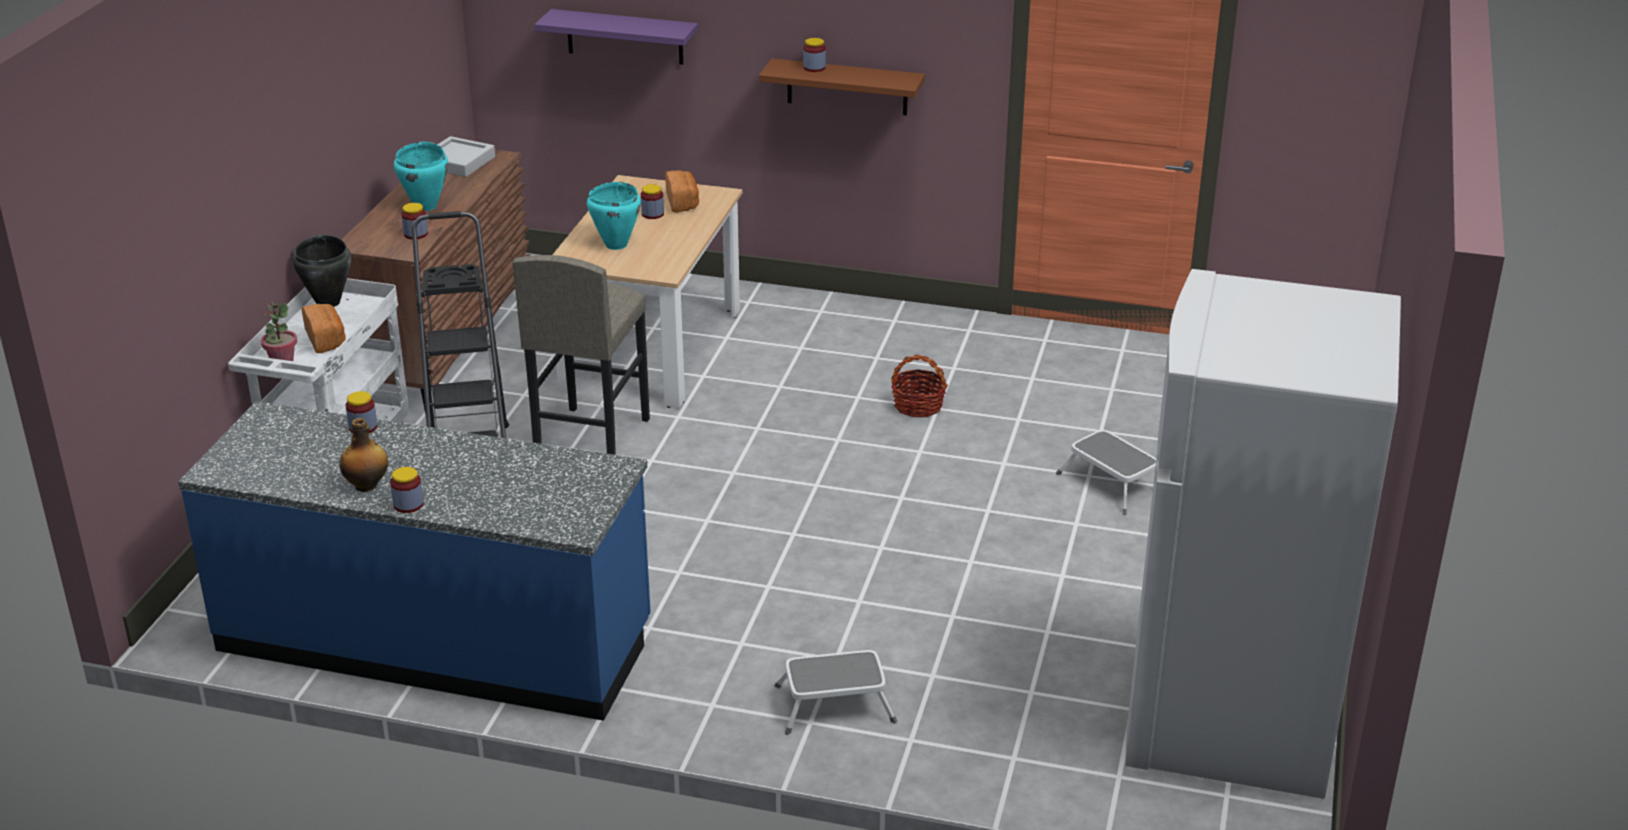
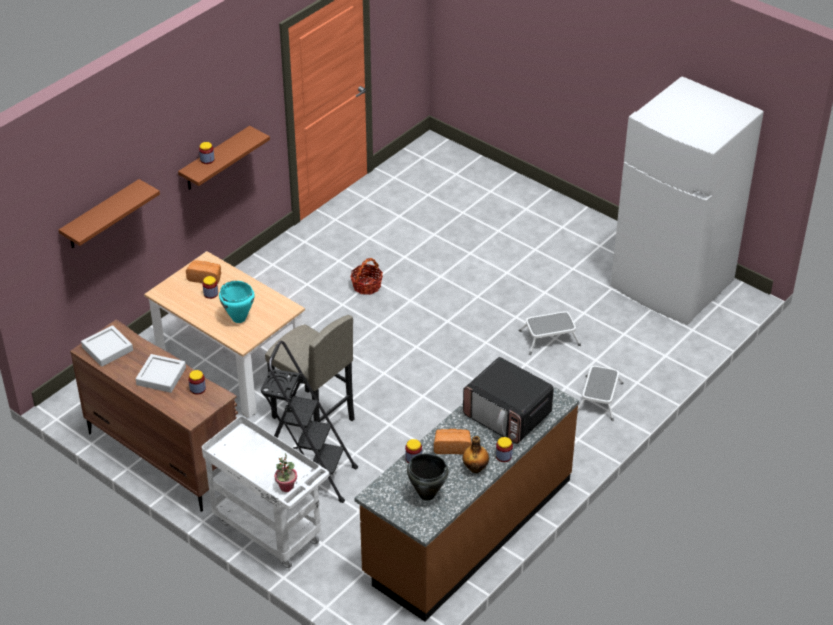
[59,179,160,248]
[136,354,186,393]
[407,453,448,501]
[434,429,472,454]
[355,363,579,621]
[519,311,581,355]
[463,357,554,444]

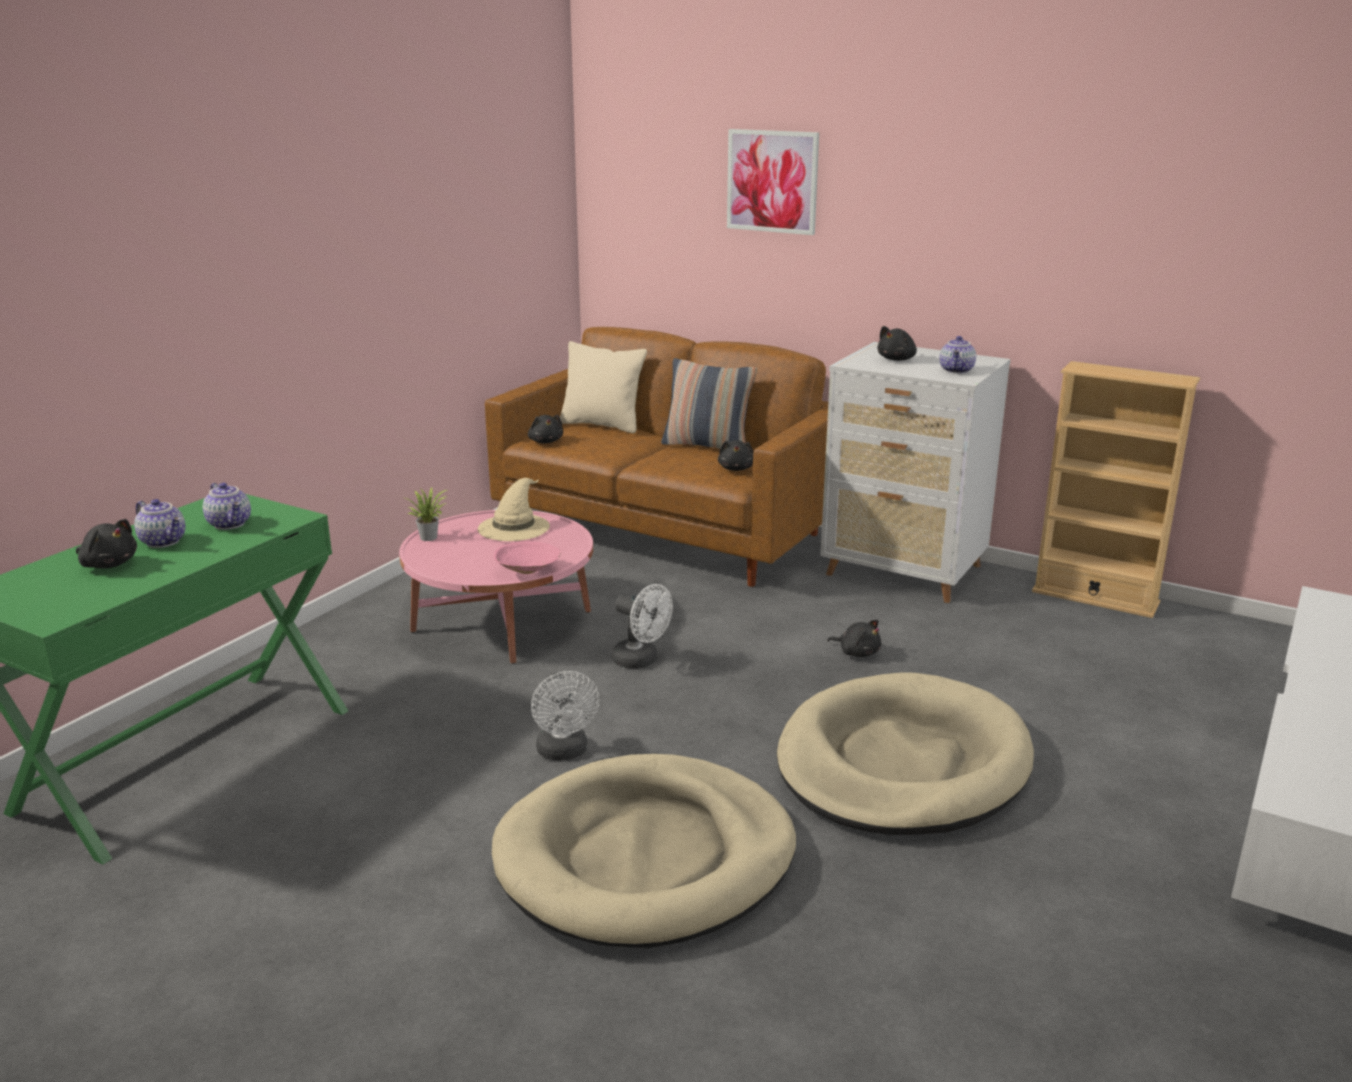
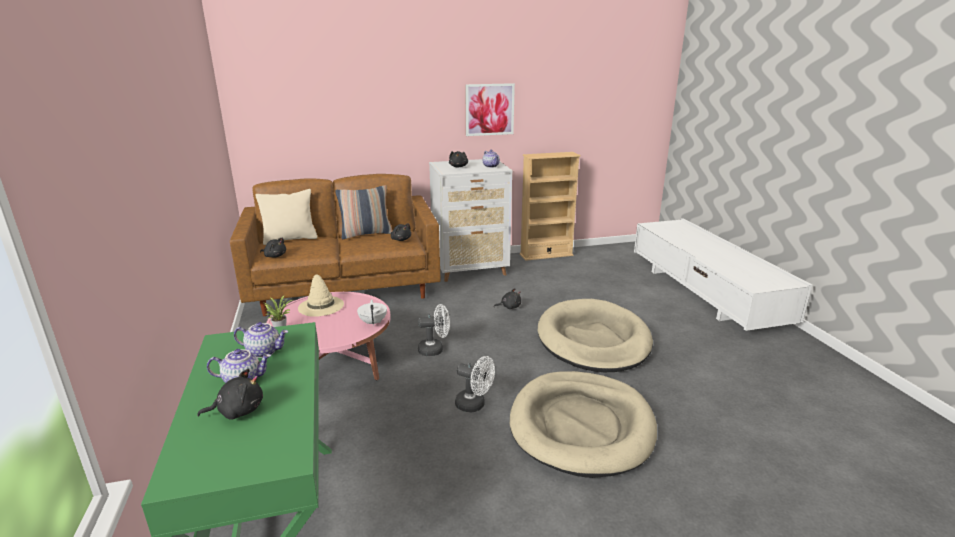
[465,83,515,136]
[357,299,387,326]

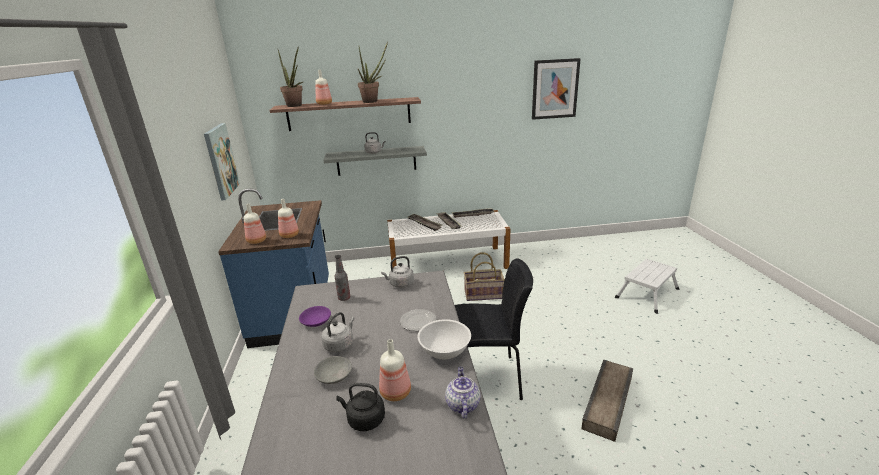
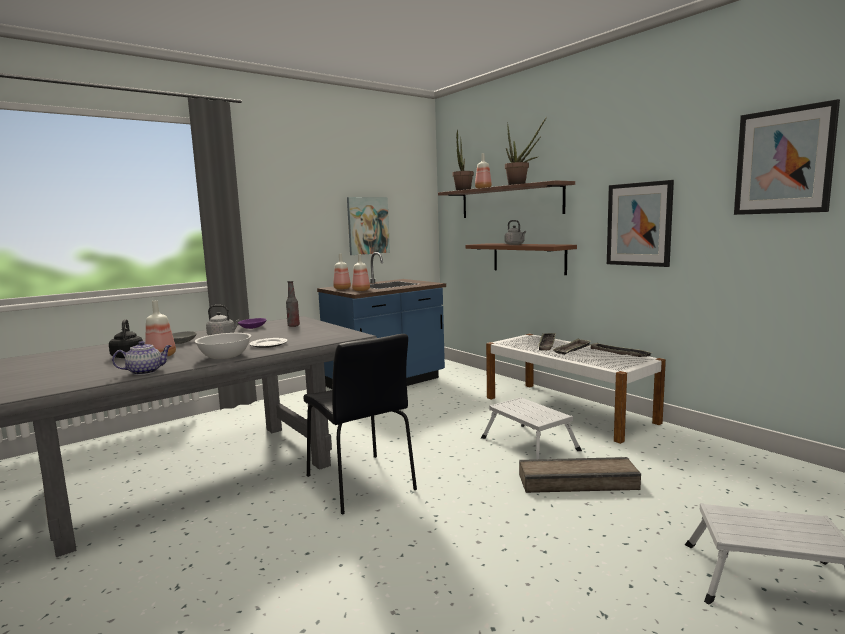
[466,243,577,275]
[481,397,582,459]
[381,256,414,288] (first image)
[519,457,641,493]
[607,180,674,267]

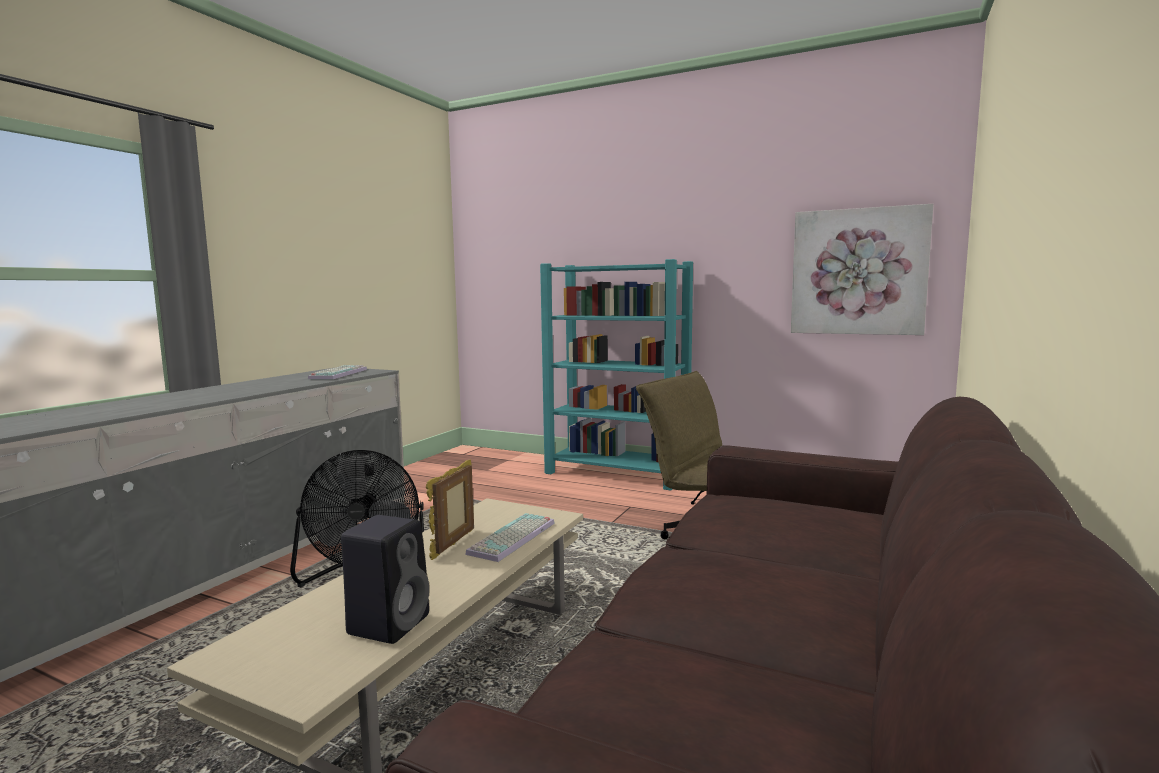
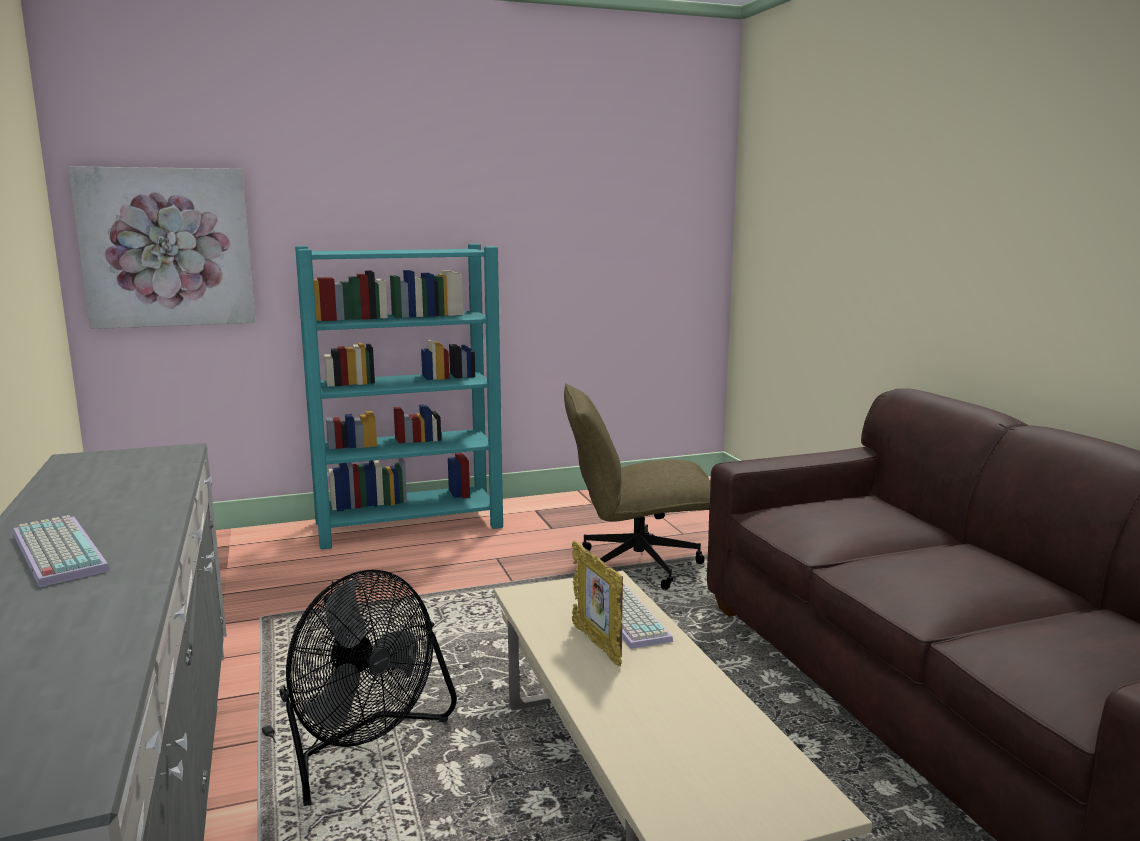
[68,166,255,329]
[13,515,110,587]
[341,515,429,644] (first image)

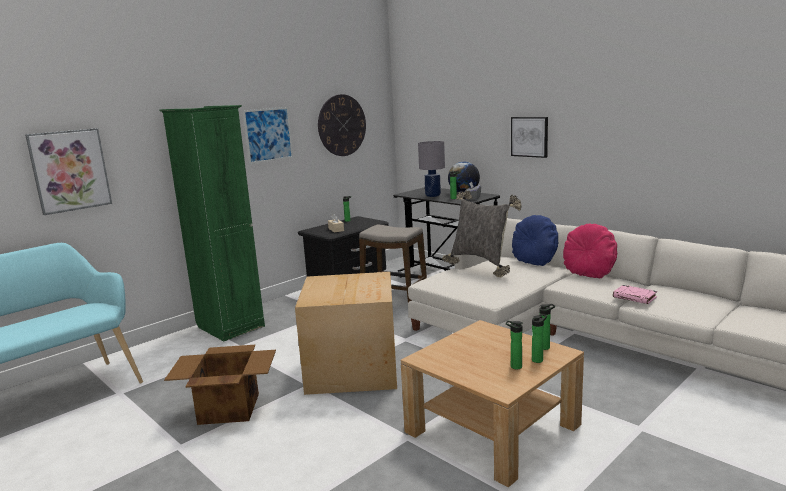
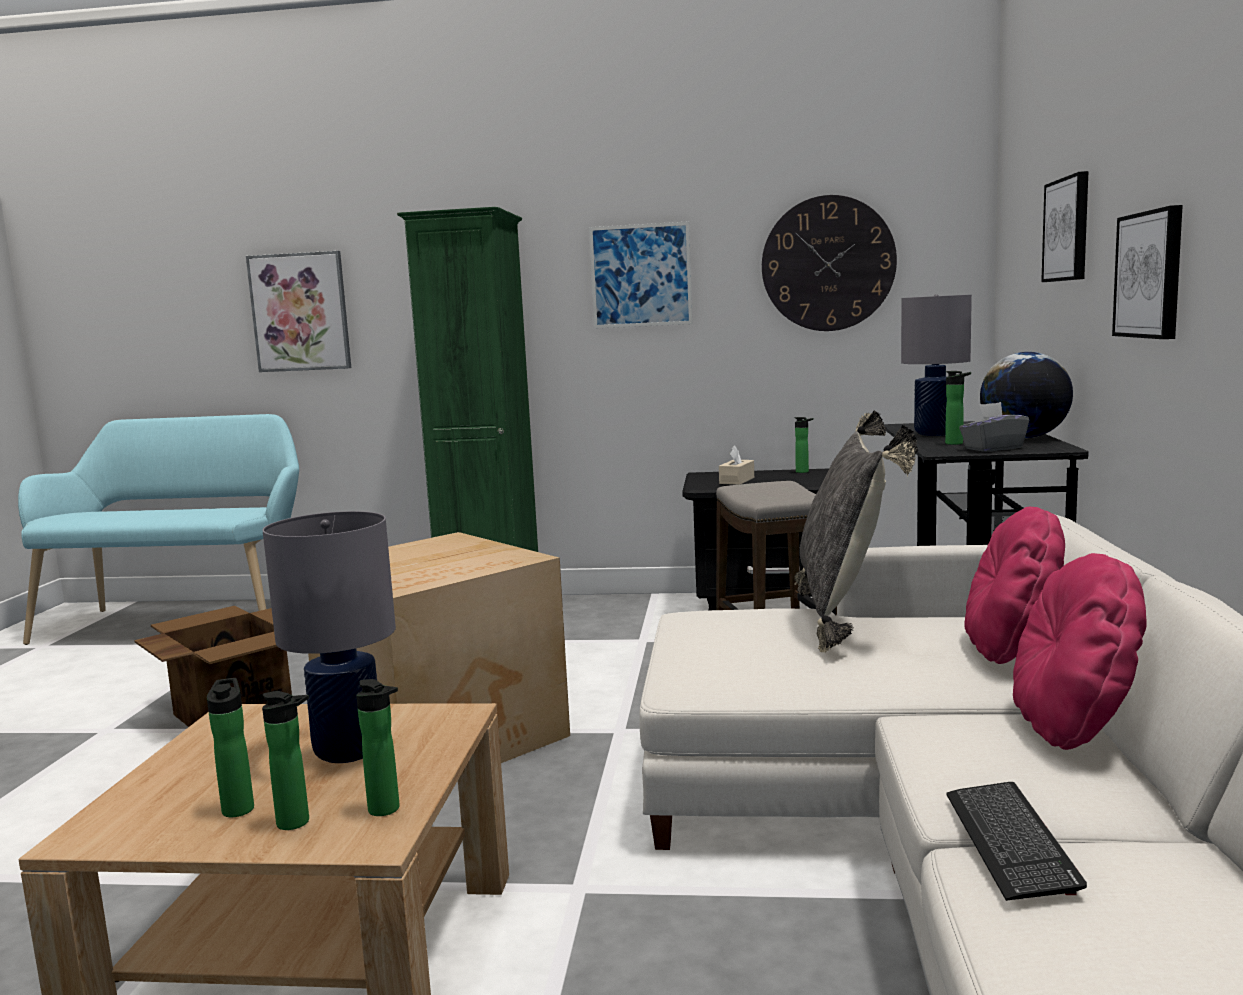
[964,507,1065,664]
[946,782,1087,901]
[1041,171,1088,282]
[262,511,396,763]

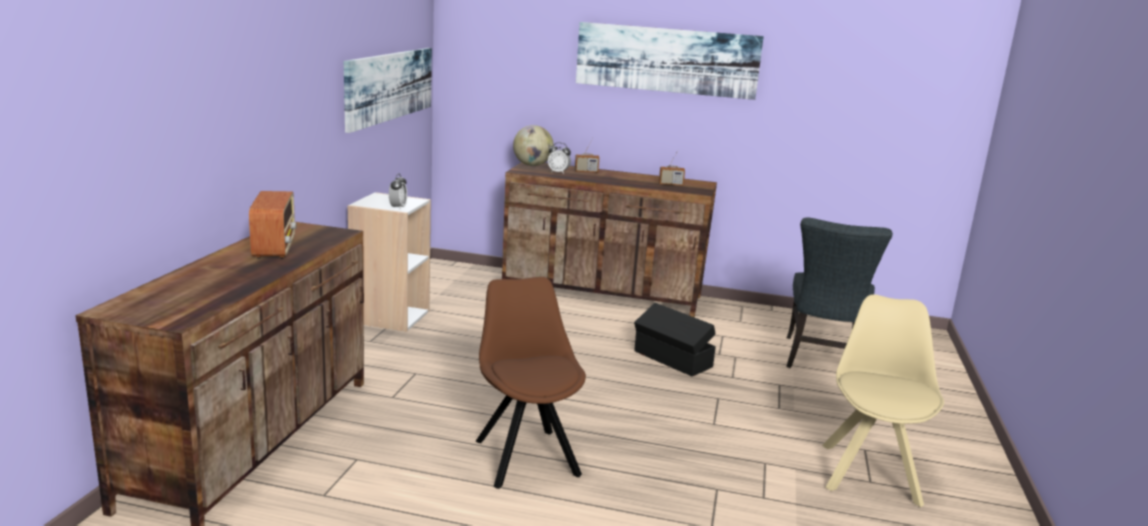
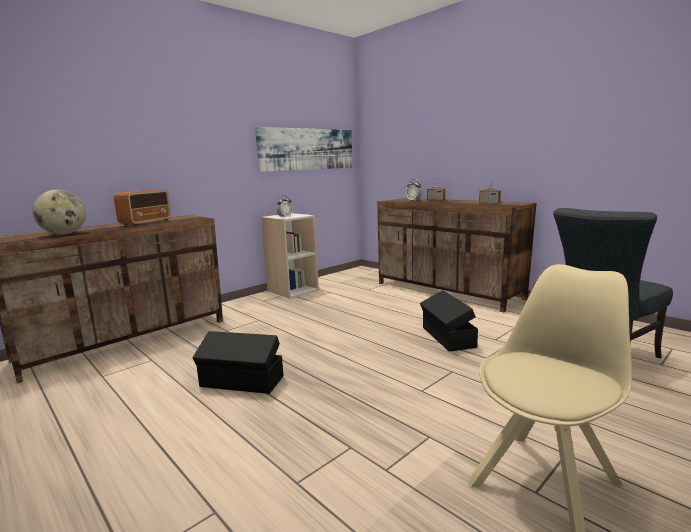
[576,22,764,100] (first image)
[32,190,86,235]
[193,331,283,394]

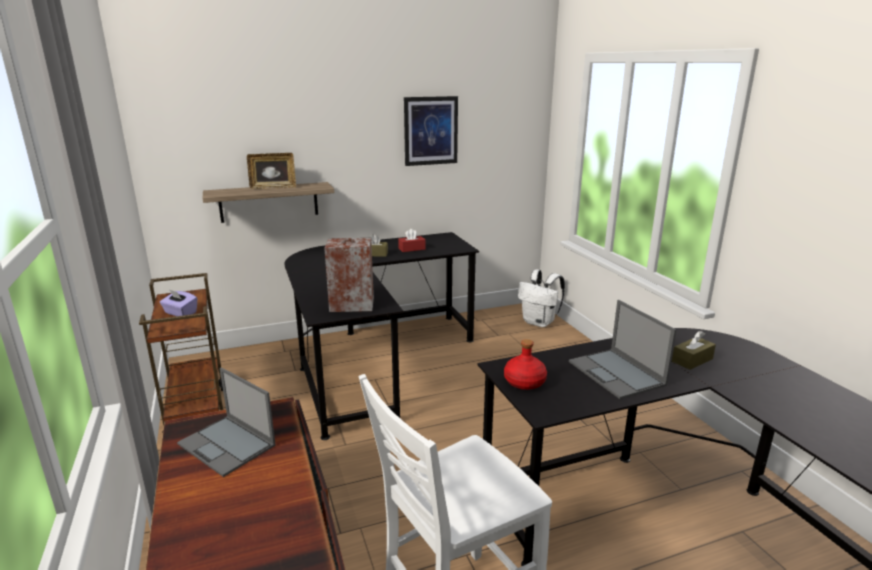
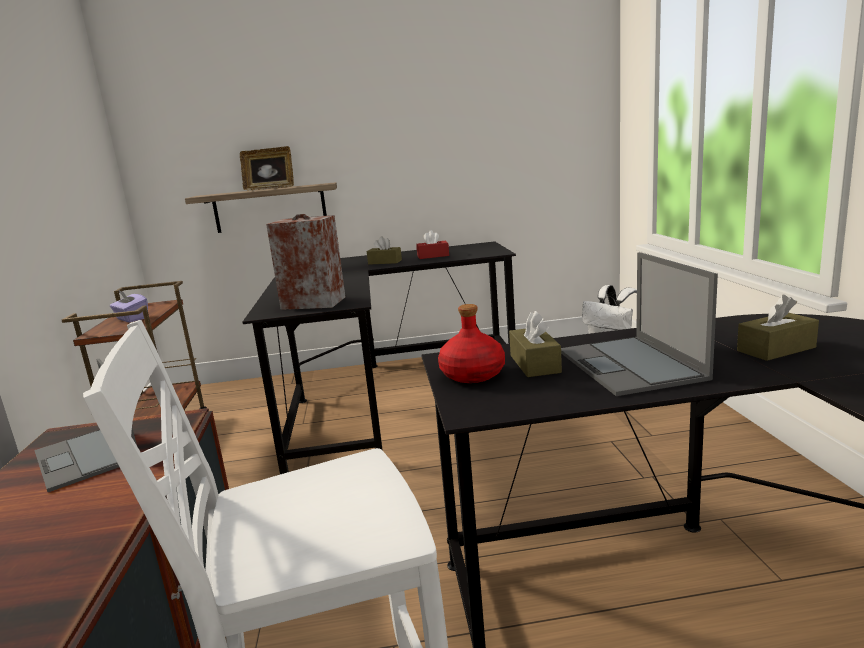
[404,96,458,166] (first image)
[509,311,562,377]

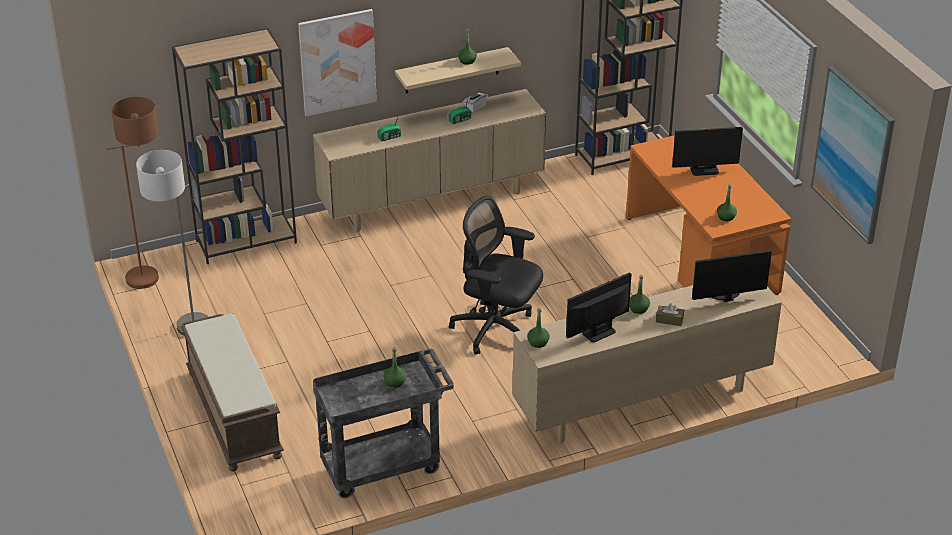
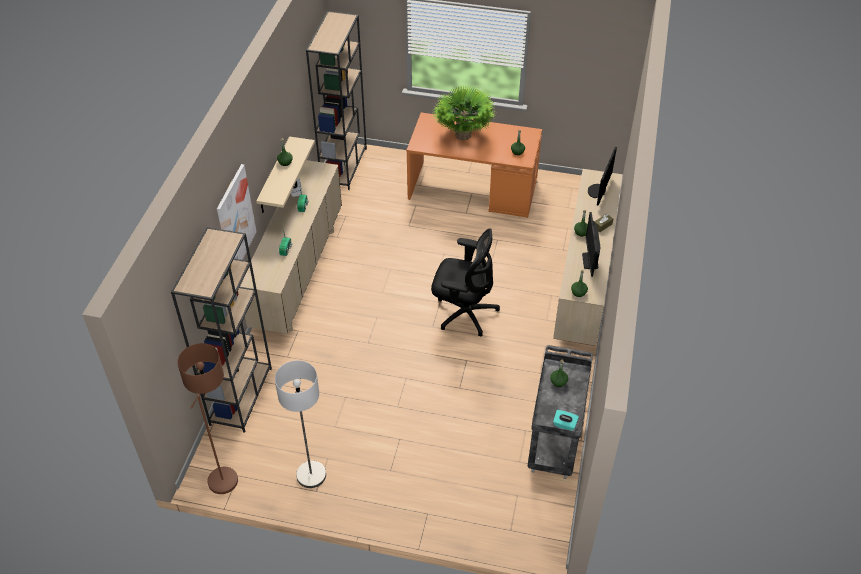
[811,66,895,245] (first image)
[432,85,496,140]
[431,228,500,336]
[181,313,284,472] (first image)
[553,410,579,431]

